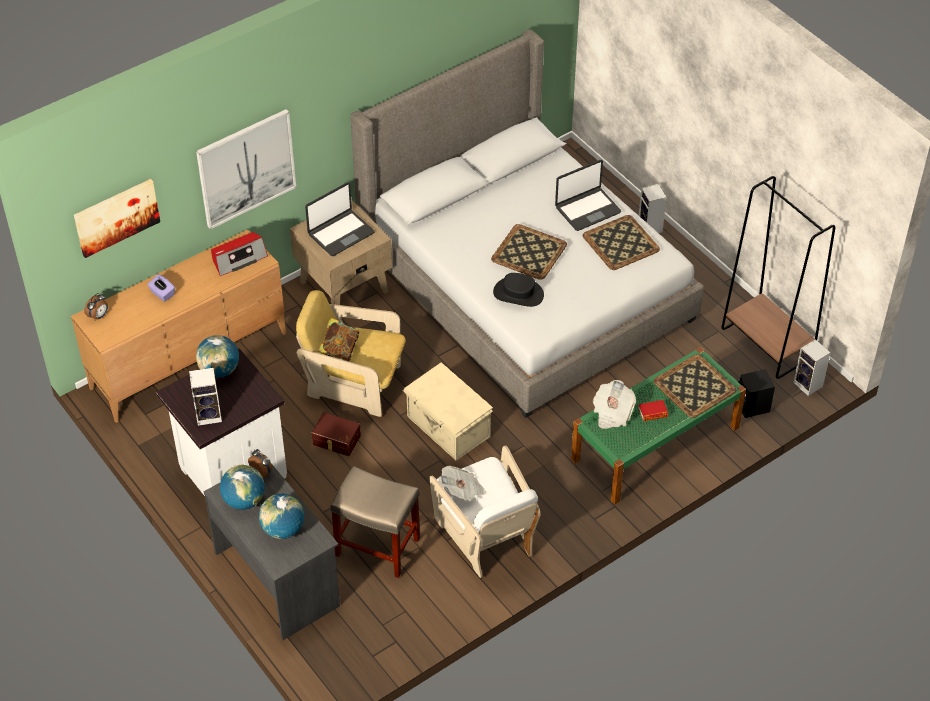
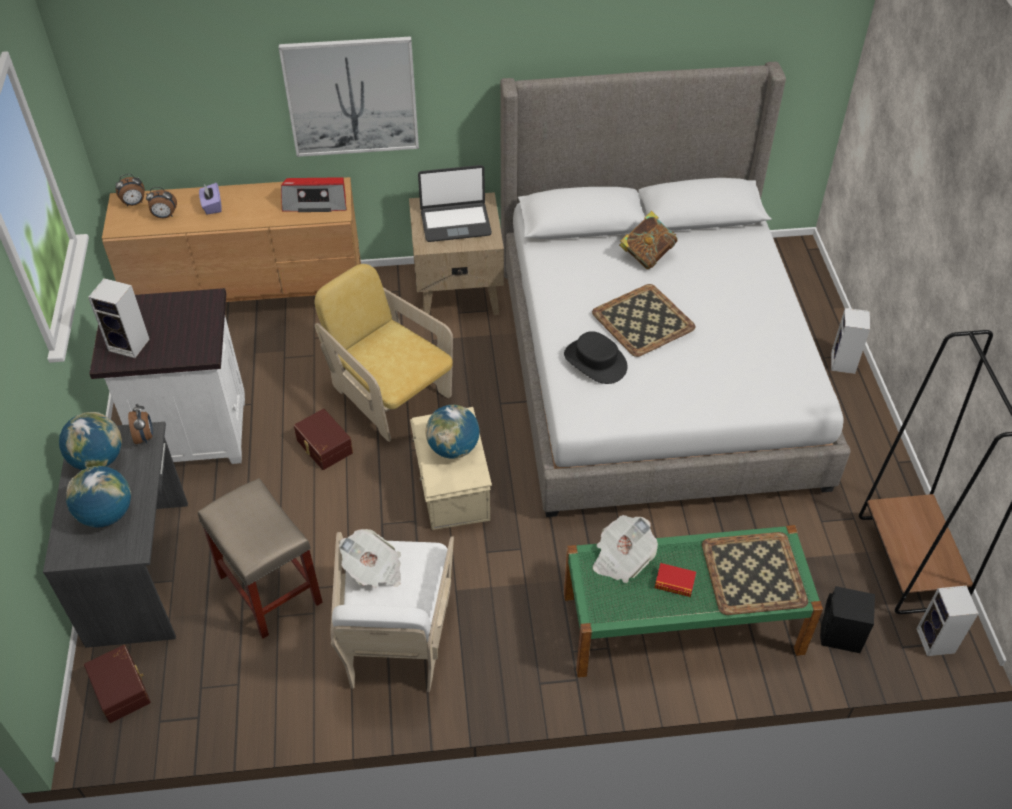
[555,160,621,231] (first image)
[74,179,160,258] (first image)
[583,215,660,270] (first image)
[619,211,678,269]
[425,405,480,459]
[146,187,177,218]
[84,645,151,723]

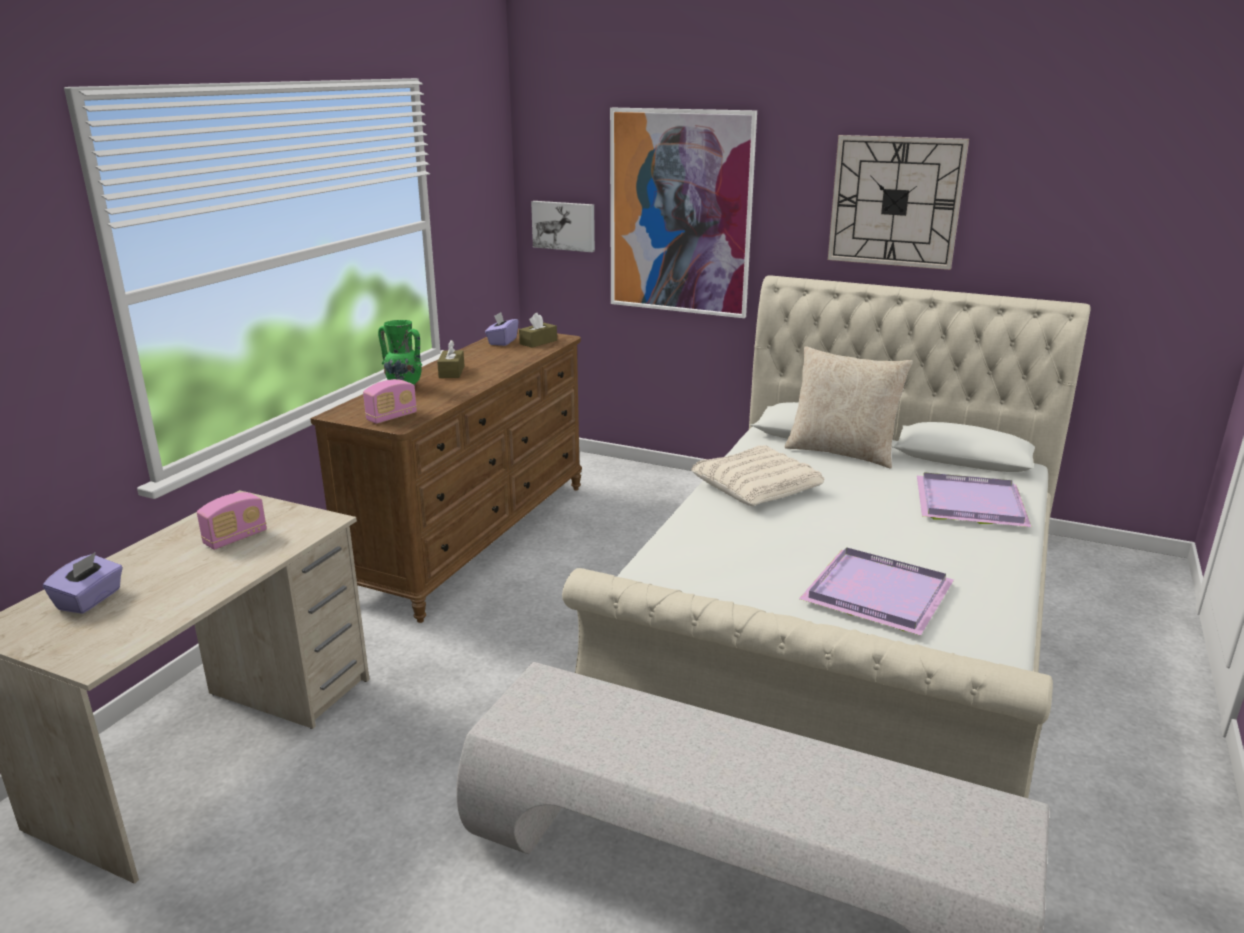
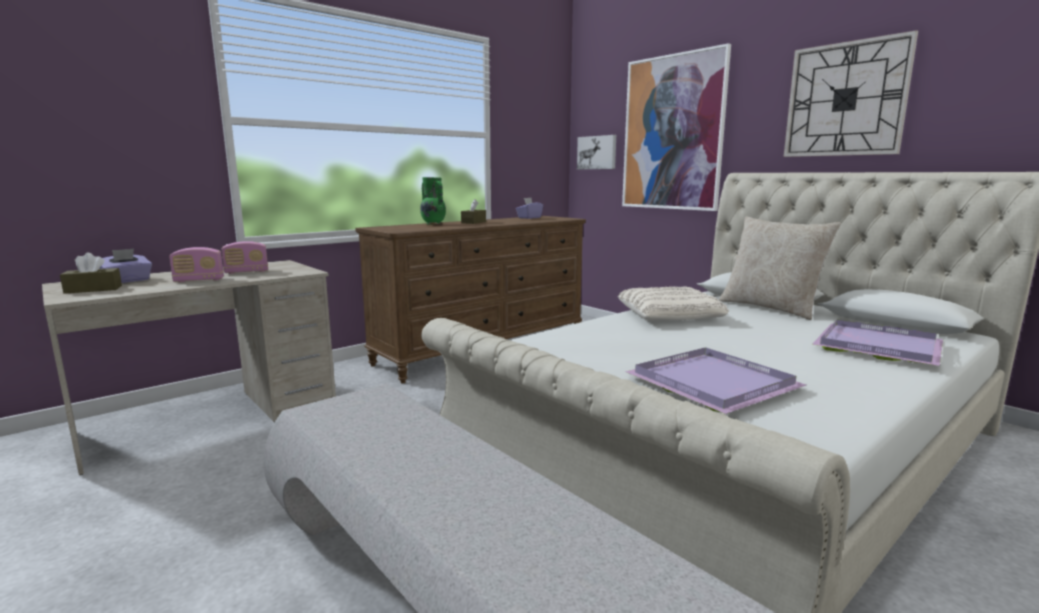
[60,253,122,294]
[169,247,224,282]

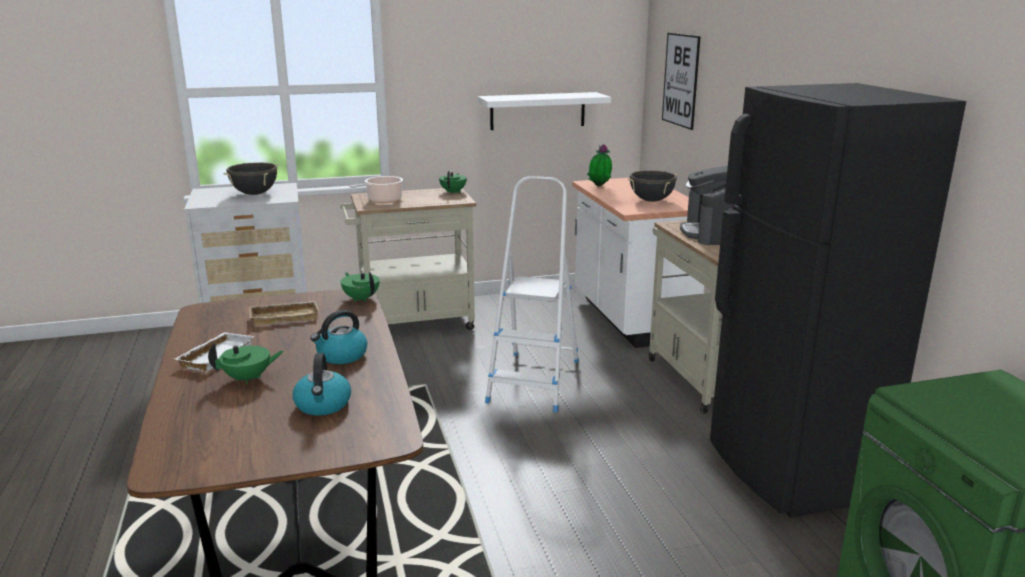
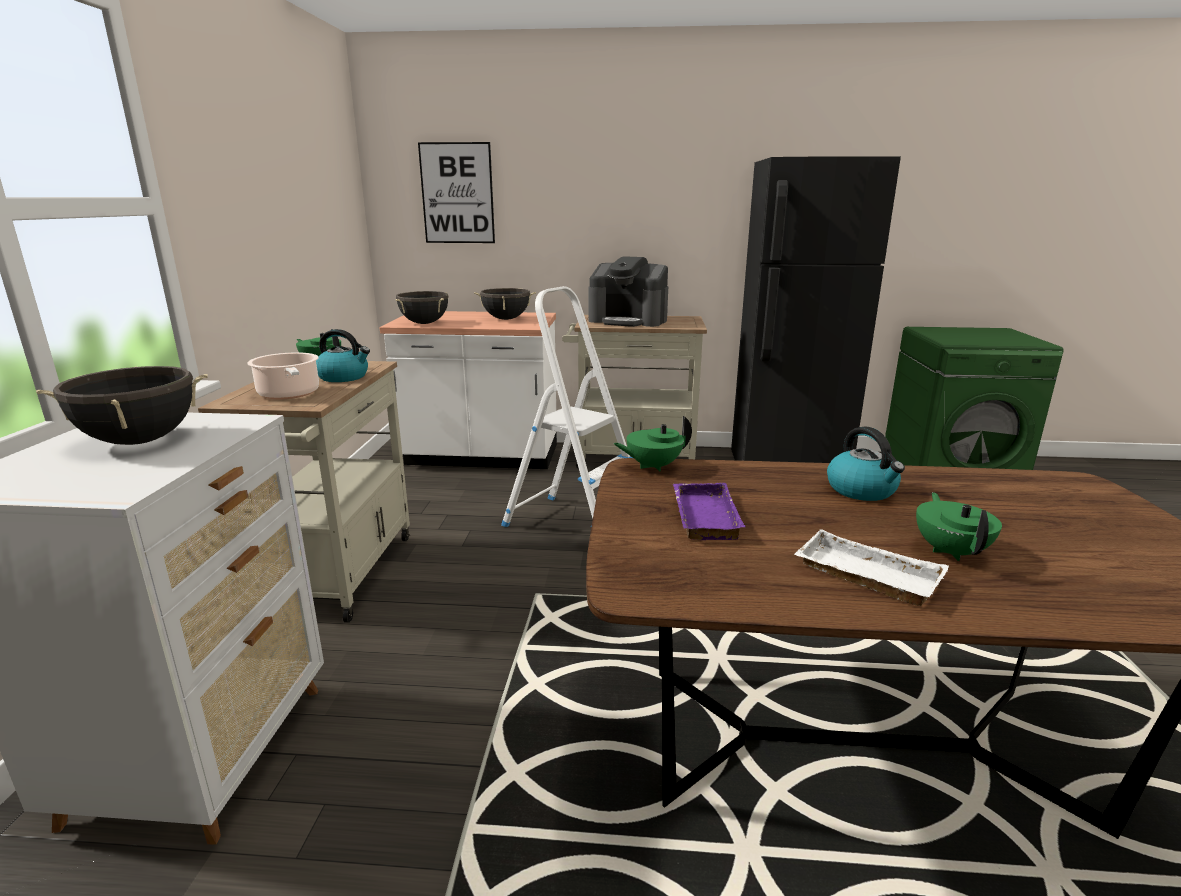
[478,92,611,130] (first image)
[396,291,449,324]
[673,483,745,540]
[316,329,370,382]

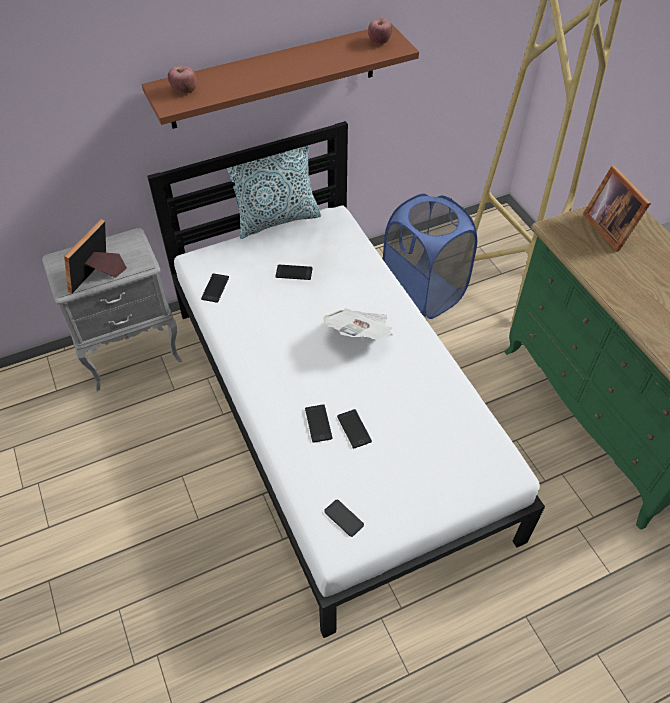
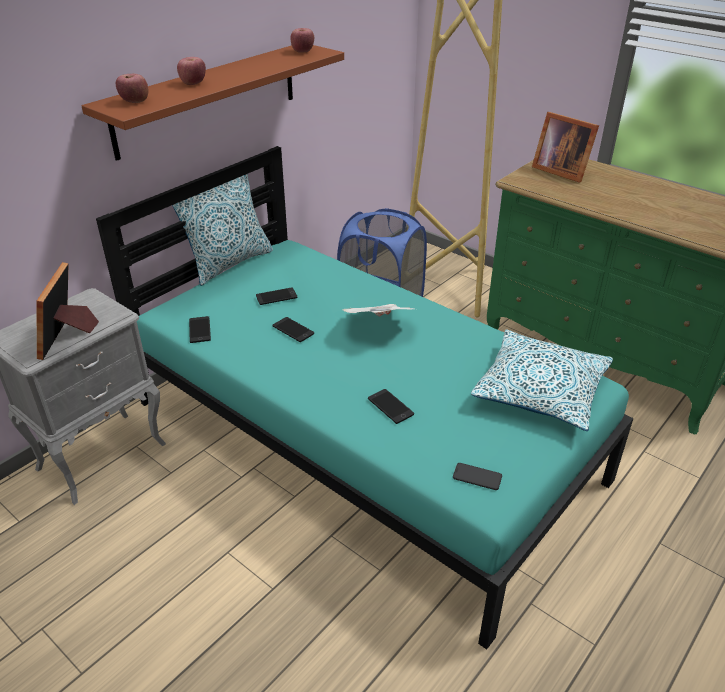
[96,146,633,650]
[272,317,314,342]
[177,57,206,85]
[471,329,613,431]

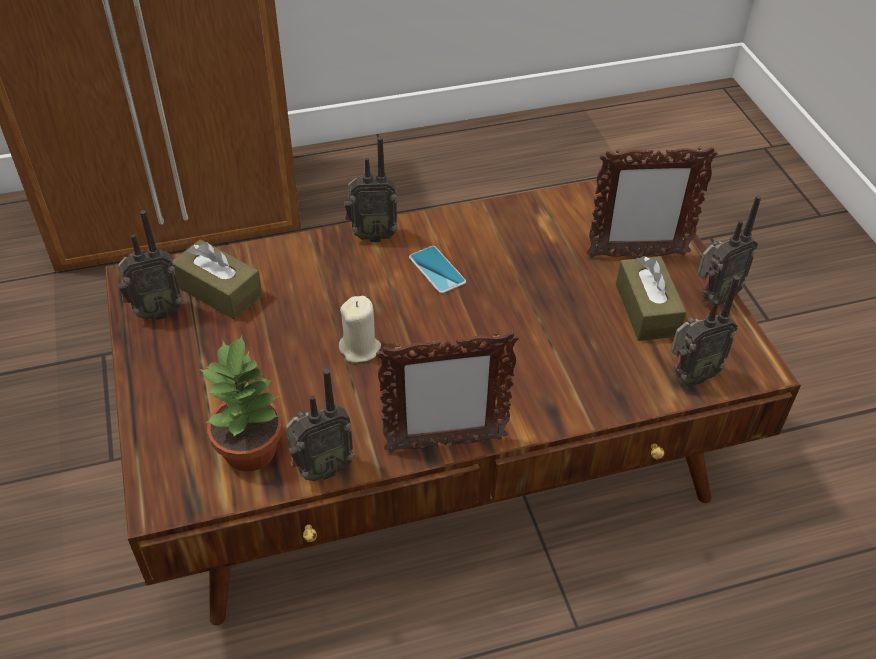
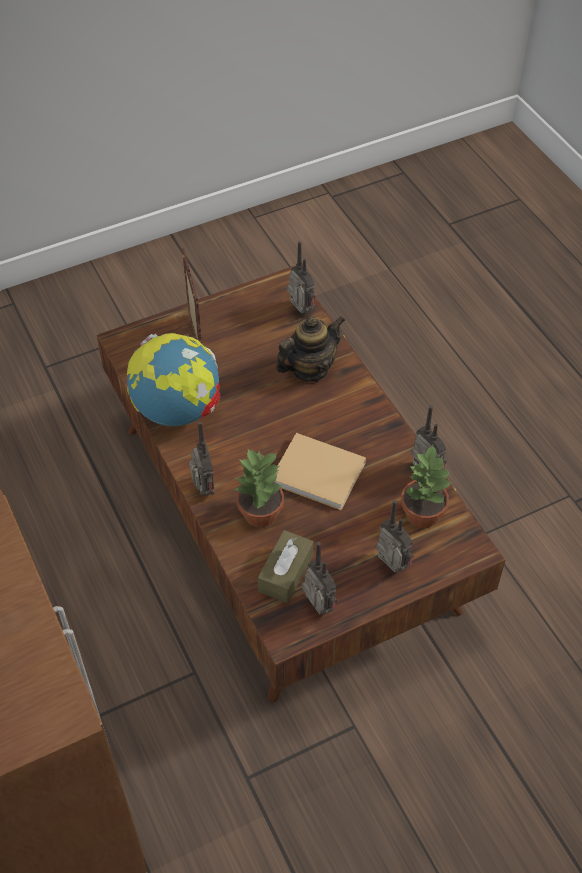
[375,500,414,573]
[409,246,466,293] (first image)
[616,256,686,341] (first image)
[275,433,366,510]
[376,331,519,453] (first image)
[276,316,345,382]
[127,333,220,426]
[234,448,284,527]

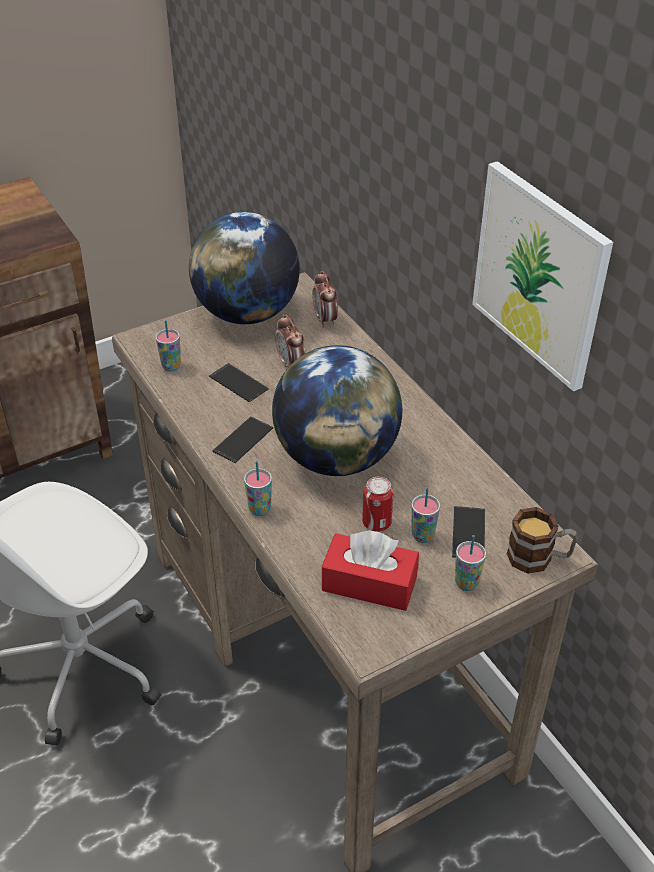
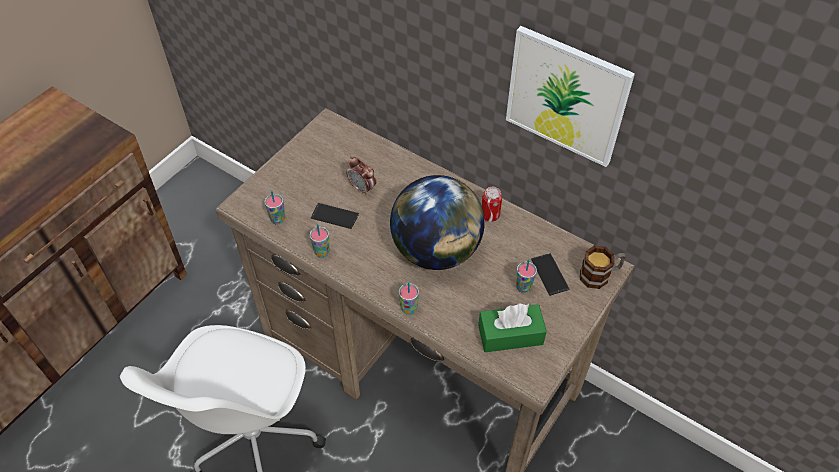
[189,212,300,324] (first image)
[313,271,338,328] (first image)
[212,417,273,463] (first image)
[482,187,502,222]
[478,303,547,352]
[310,224,330,258]

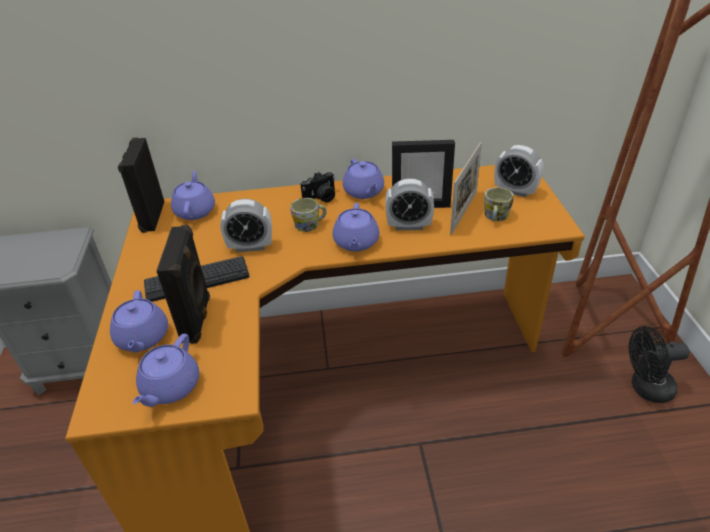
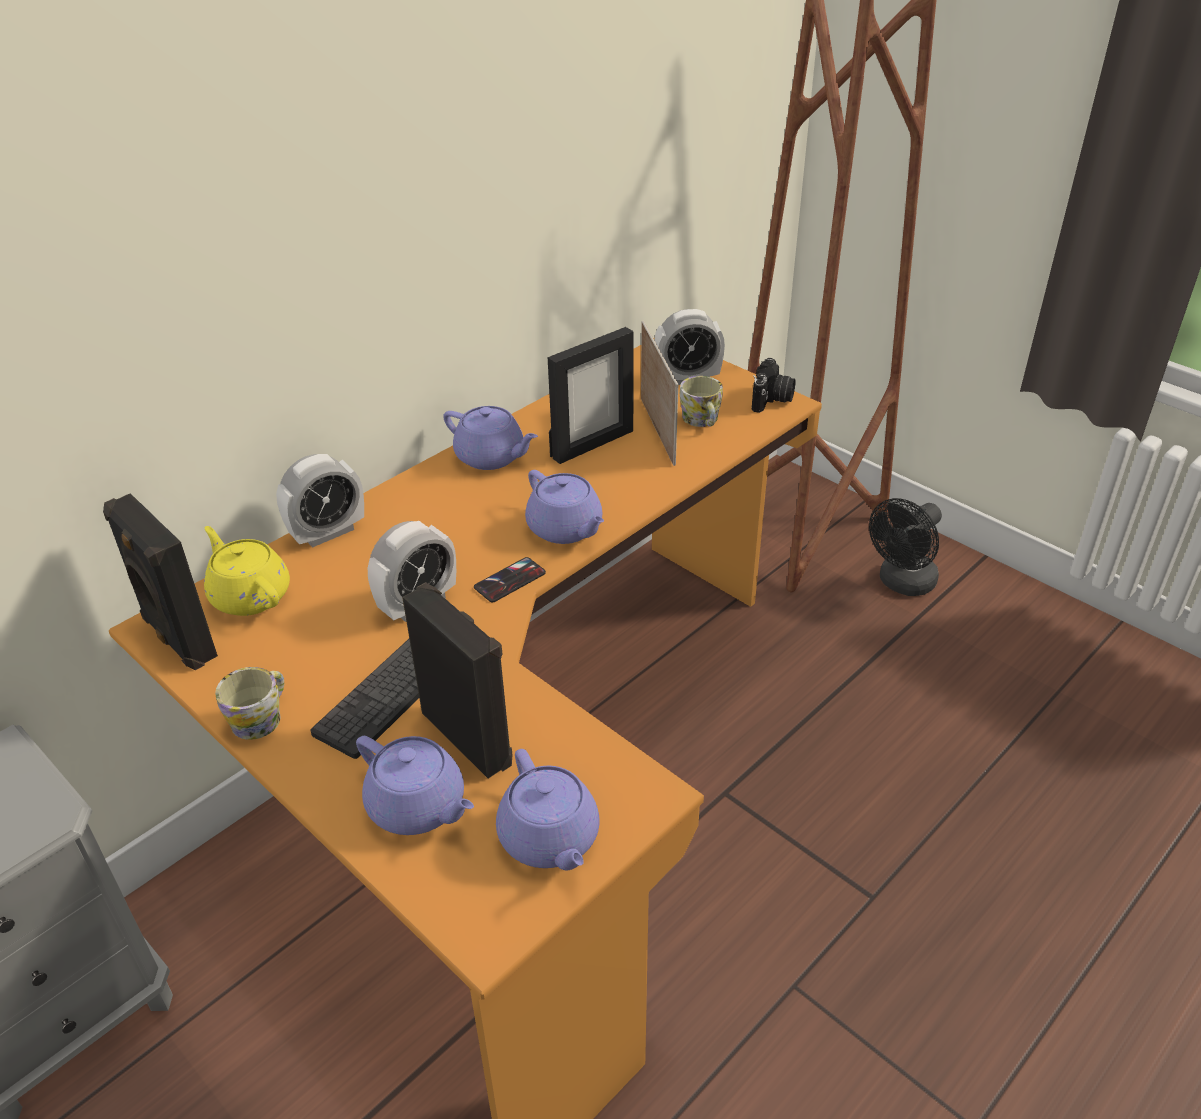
[204,526,290,616]
[752,358,796,413]
[276,454,364,548]
[215,667,284,740]
[474,557,546,602]

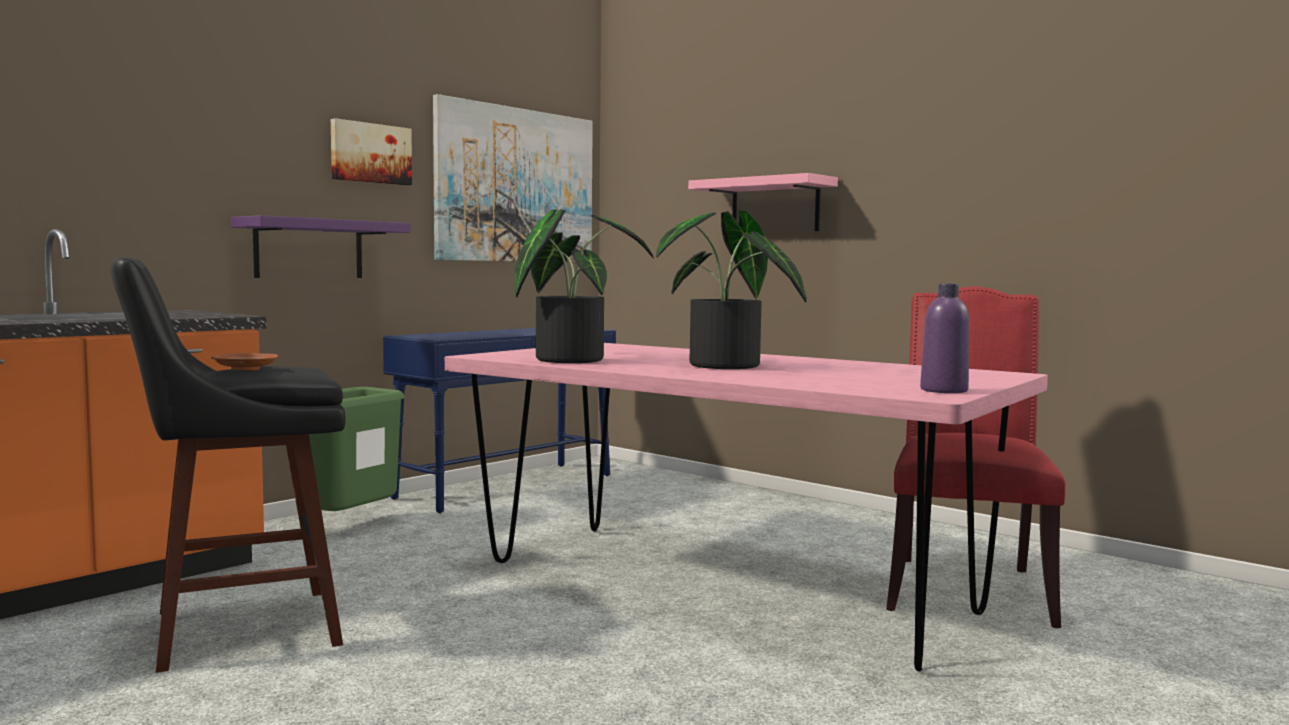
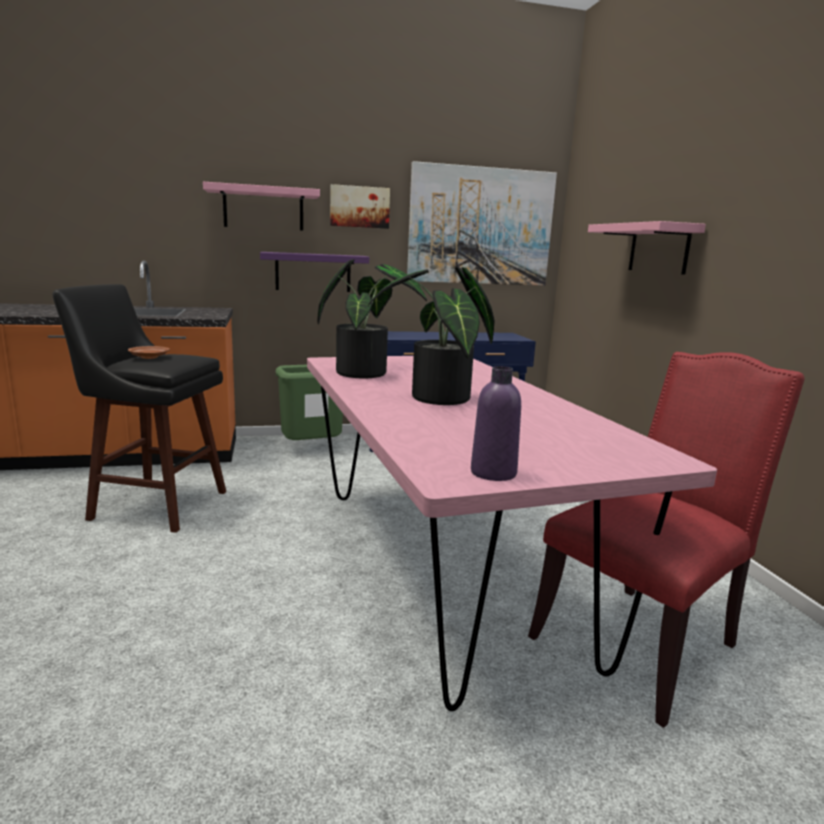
[203,182,320,231]

